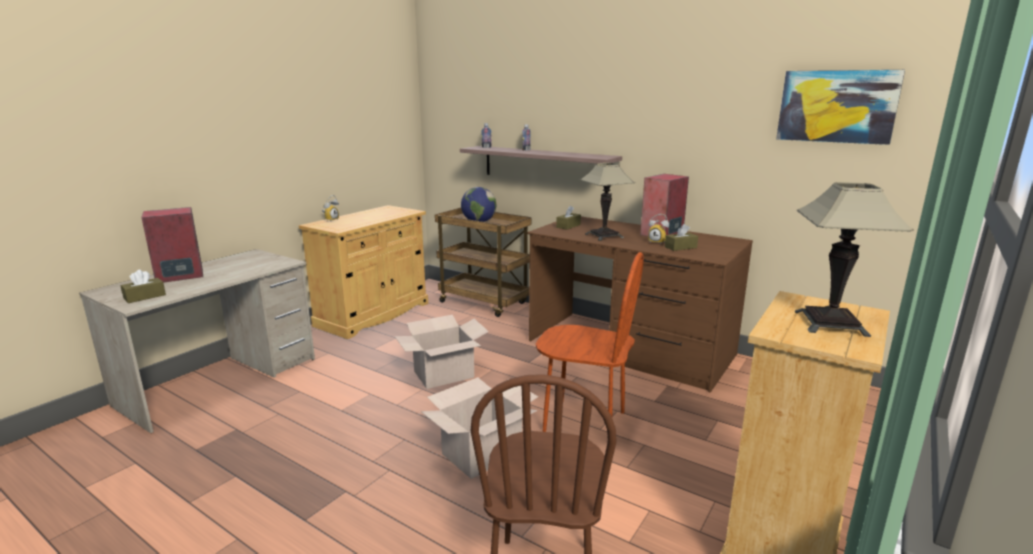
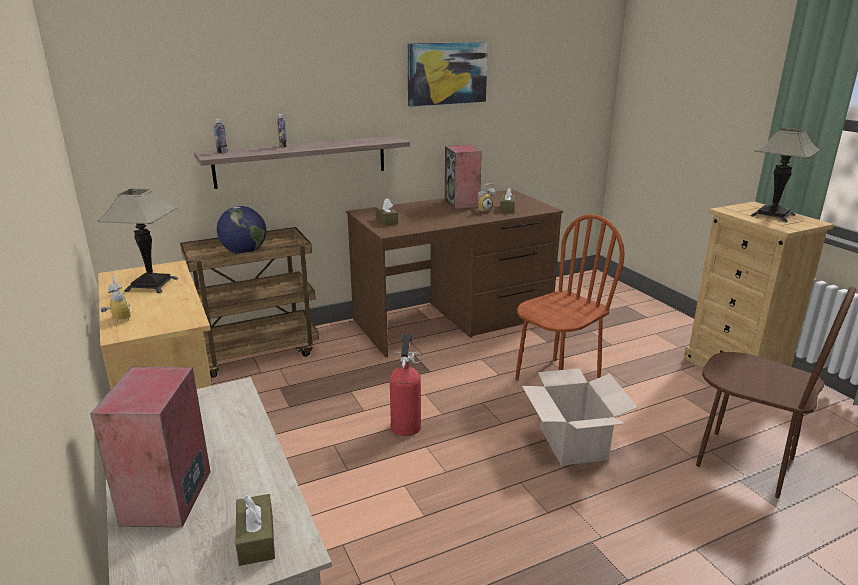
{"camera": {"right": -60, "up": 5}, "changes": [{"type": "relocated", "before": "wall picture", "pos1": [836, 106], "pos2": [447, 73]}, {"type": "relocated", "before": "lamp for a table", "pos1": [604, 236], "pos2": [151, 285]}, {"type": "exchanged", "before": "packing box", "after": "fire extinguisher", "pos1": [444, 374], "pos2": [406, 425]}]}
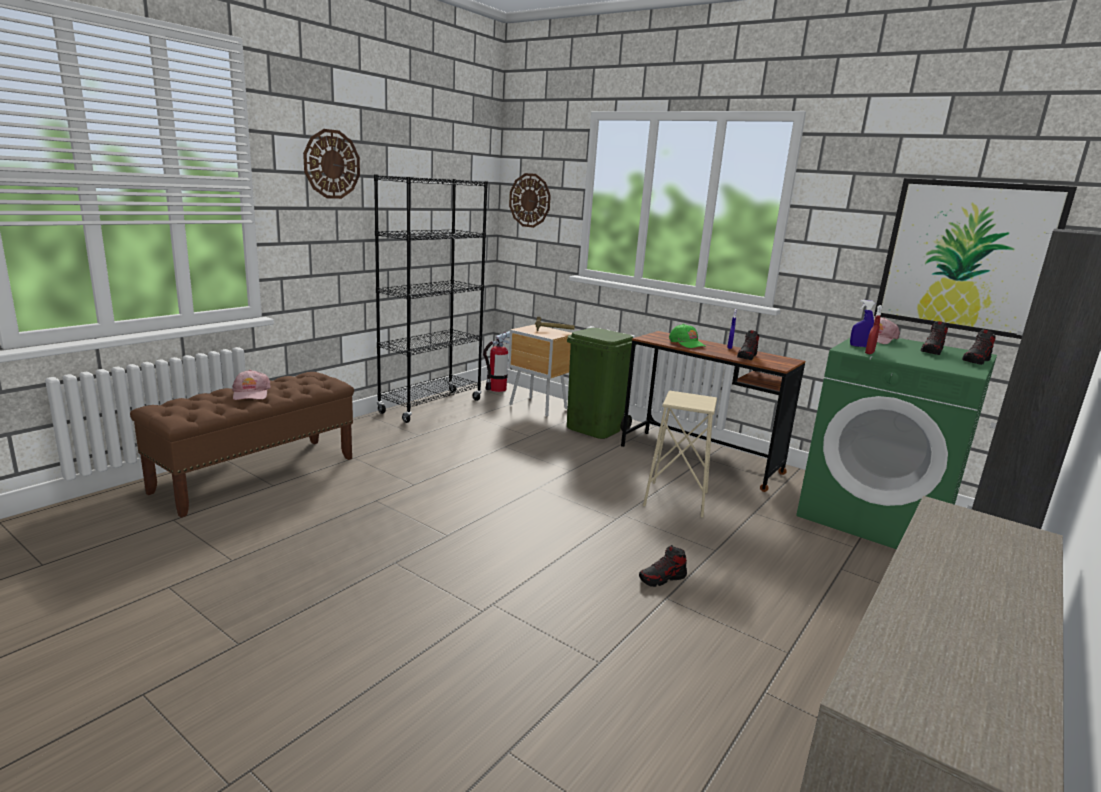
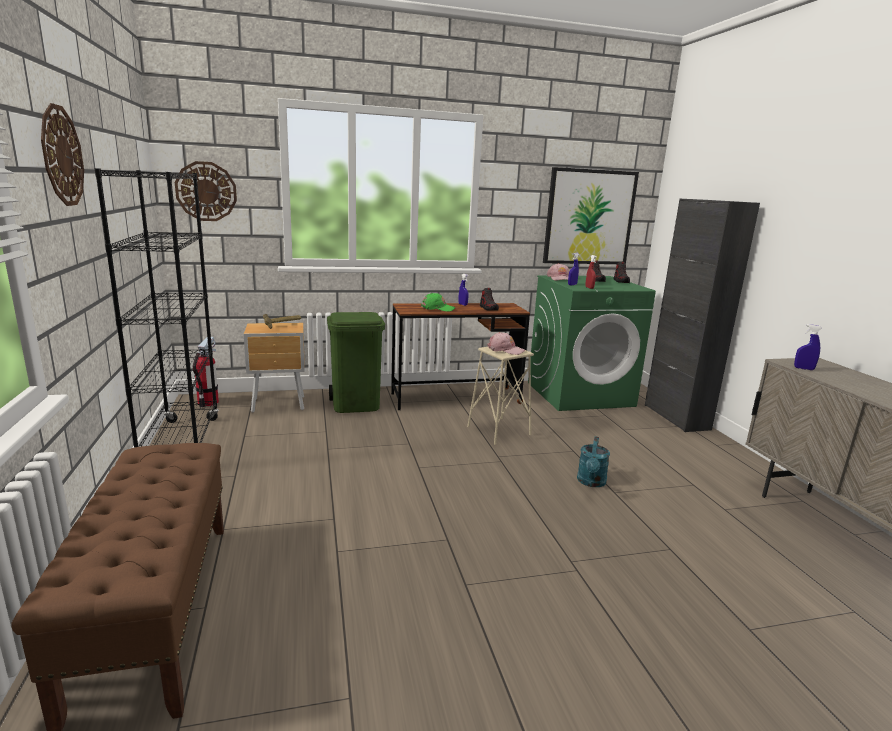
{"camera": {"right": -50, "up": 0}, "changes": [{"type": "relocated", "before": "cap (pink)", "pos1": [251, 393], "pos2": [505, 350]}, {"type": "exchanged", "before": "item of footwear", "after": "watering pot (turquoise-coloured)", "pos1": [662, 578], "pos2": [591, 482]}, {"type": "appeared", "after": "hand sprayer (blue-coloured)", "pos2": [803, 368]}]}
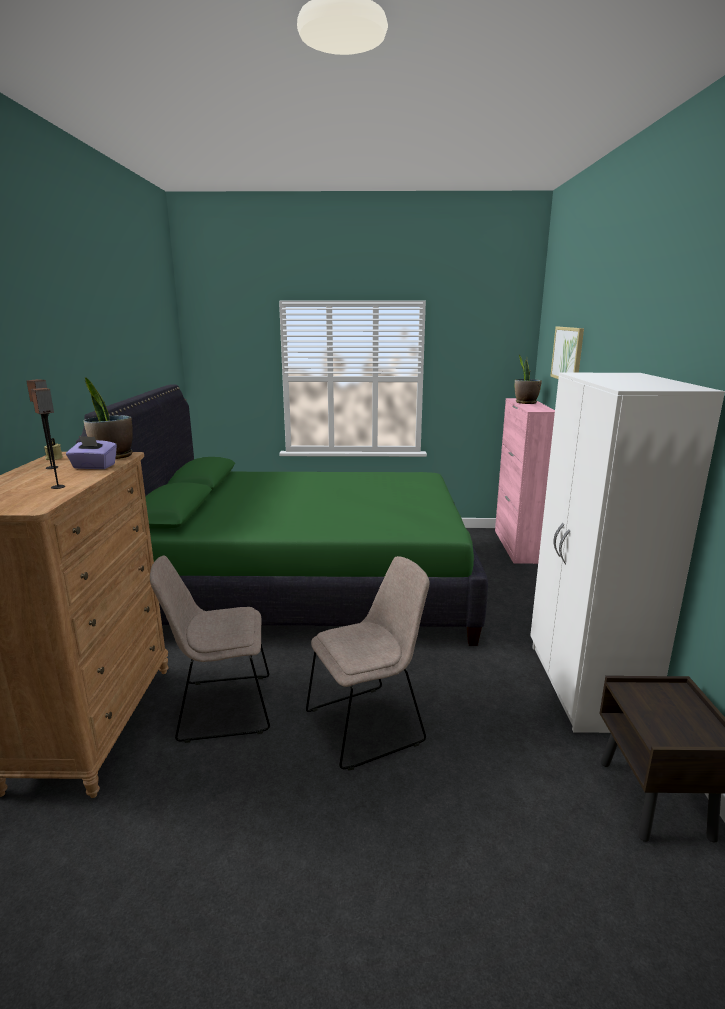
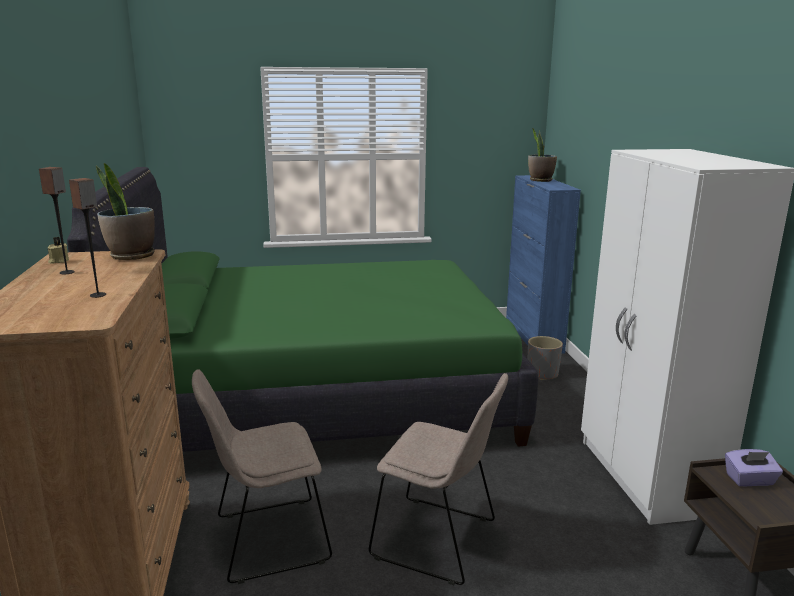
{"camera": {"right": -10, "up": 0}, "changes": [{"type": "missing", "before": "wall picture", "pos1": [568, 354]}, {"type": "colour", "before": "cabinet (pink)", "after": "cabinet (blue-coloured)", "pos1": [516, 546], "pos2": [533, 336]}, {"type": "relocated", "before": "box of tissues (purple-coloured)", "pos1": [94, 467], "pos2": [750, 480]}, {"type": "spun", "before": "chair (beige)", "pos1": [368, 724], "pos2": [438, 540], "turn": 60}, {"type": "appeared", "after": "plant pot (grey)", "pos2": [543, 374]}]}
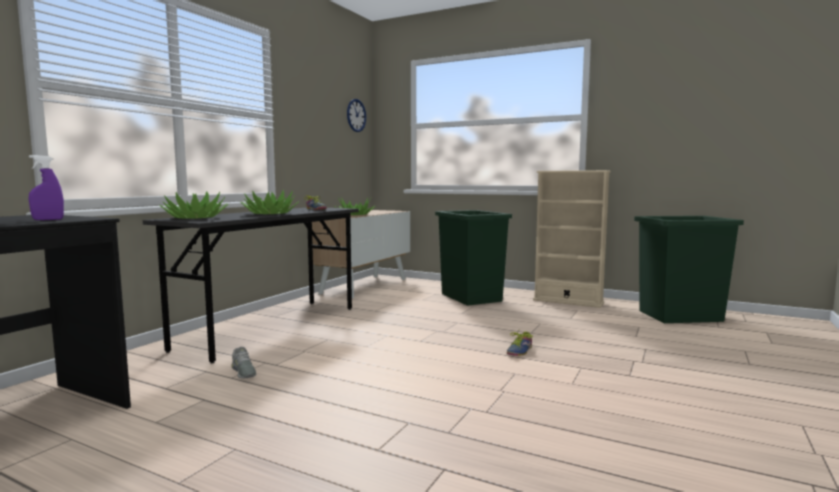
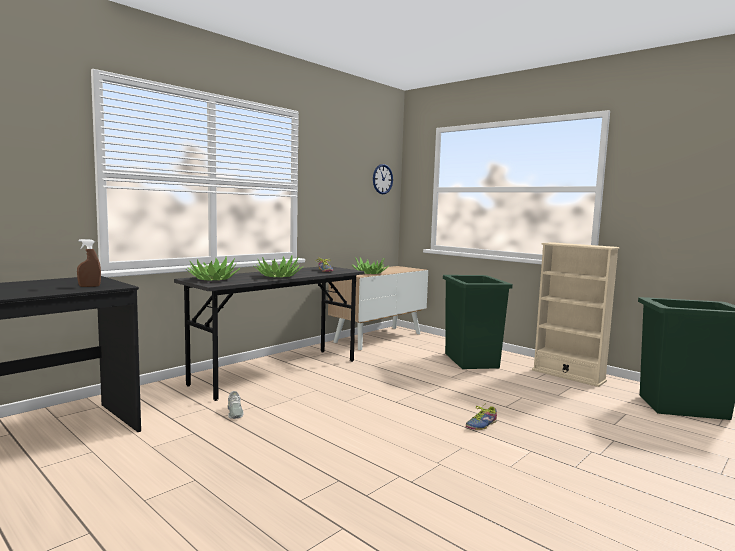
{"camera": {"right": 15, "up": 0}, "changes": [{"type": "colour", "before": "hand sprayer (purple-coloured)", "after": "hand sprayer (brown-coloured)", "pos1": [48, 220], "pos2": [89, 286]}]}
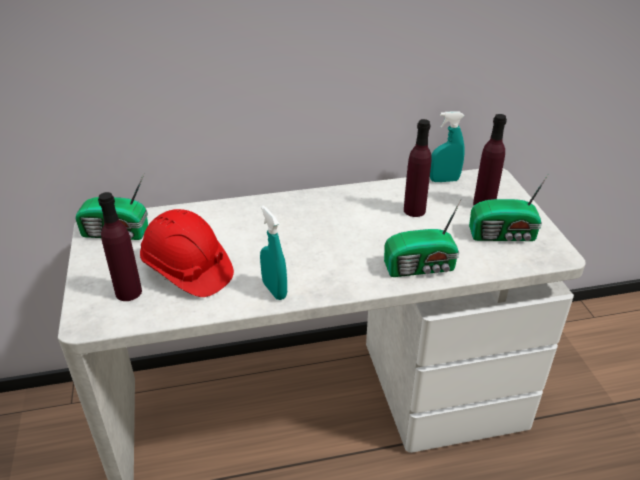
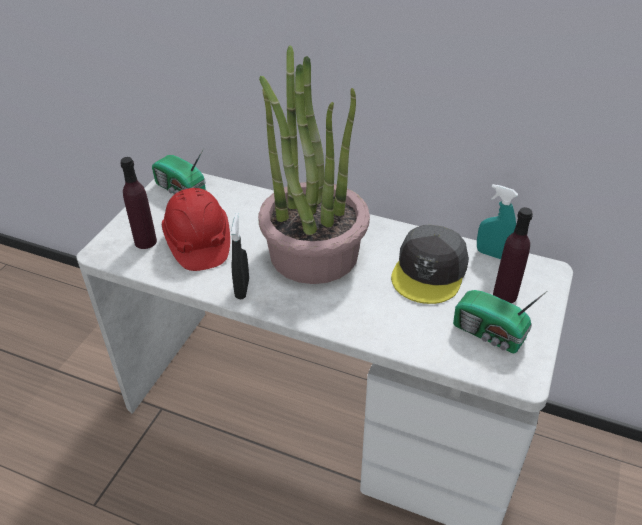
{"camera": {"right": 35, "up": 5}, "changes": [{"type": "exchanged", "before": "drink bottle (purple-coloured)", "after": "cap (grey)", "pos1": [414, 210], "pos2": [430, 271]}, {"type": "missing", "before": "radio", "pos1": [421, 267]}, {"type": "colour", "before": "hand sprayer (turquoise-coloured)", "after": "hand sprayer (blackish)", "pos1": [274, 290], "pos2": [242, 289]}, {"type": "appeared", "after": "houseplant", "pos2": [313, 252]}]}
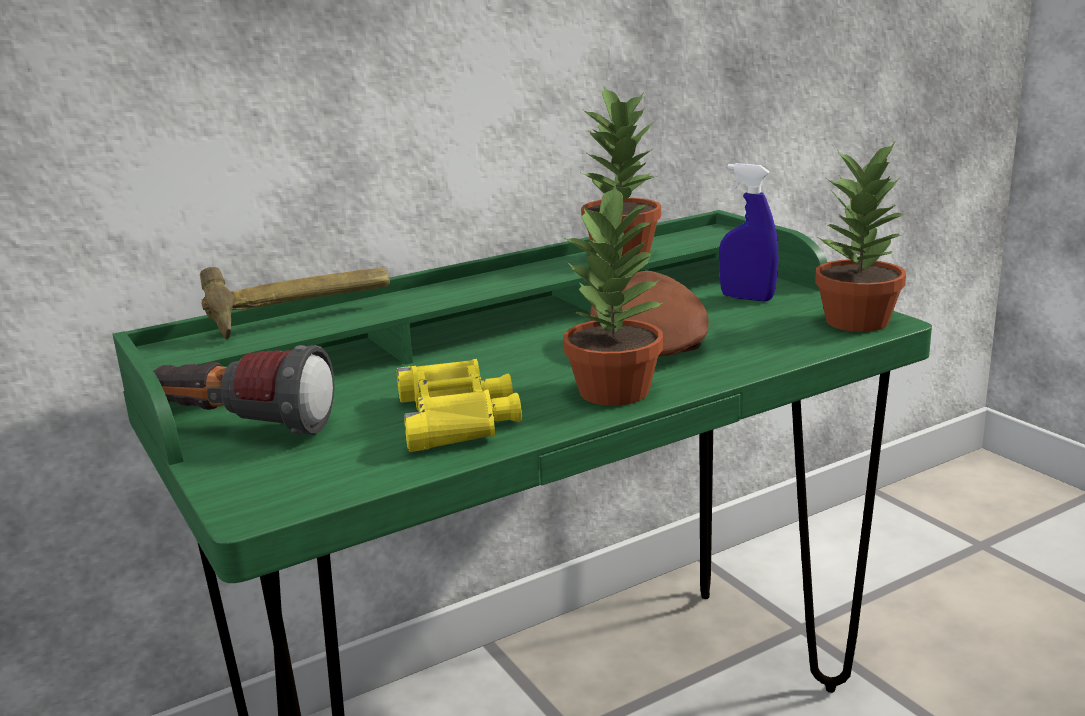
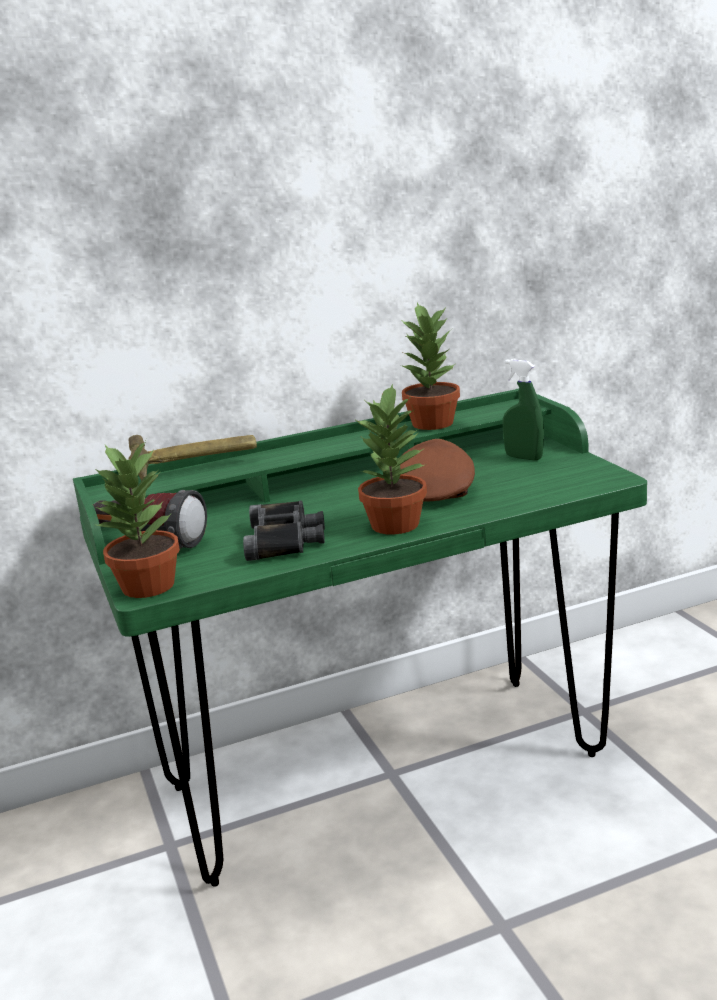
{"camera": {"right": 10, "up": 0}, "changes": [{"type": "relocated", "before": "houseplant", "pos1": [858, 322], "pos2": [148, 586]}, {"type": "colour", "before": "hand sprayer (blue-coloured)", "after": "hand sprayer (green)", "pos1": [747, 298], "pos2": [523, 457]}, {"type": "colour", "before": "binoculars (yellow)", "after": "binoculars (blackish)", "pos1": [457, 418], "pos2": [285, 540]}]}
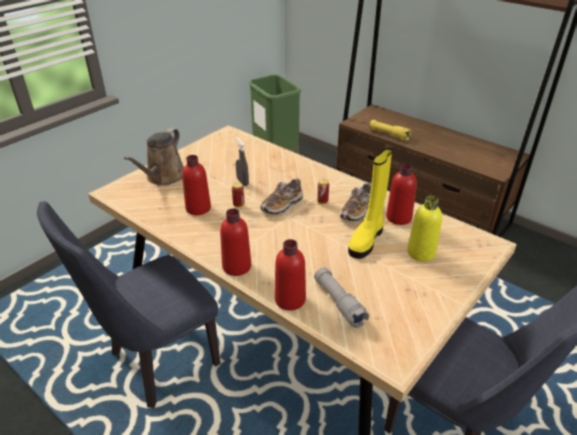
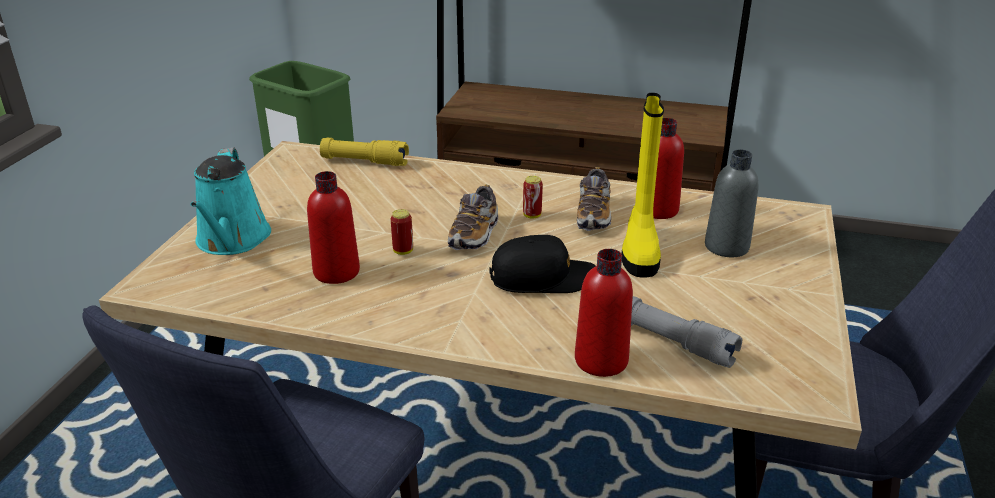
{"camera": {"right": -25, "up": -5}, "changes": [{"type": "relocated", "before": "flashlight (yellow)", "pos1": [389, 134], "pos2": [365, 162]}, {"type": "colour", "before": "watering pot (brown-coloured)", "after": "watering pot (turquoise-coloured)", "pos1": [164, 177], "pos2": [232, 240]}, {"type": "missing", "before": "hand sprayer (grey)", "pos1": [242, 182]}, {"type": "colour", "before": "drink bottle (yellow)", "after": "drink bottle (grey)", "pos1": [421, 253], "pos2": [726, 246]}, {"type": "missing", "before": "drink bottle (reddish)", "pos1": [236, 266]}, {"type": "appeared", "after": "cap (blackish)", "pos2": [542, 278]}]}
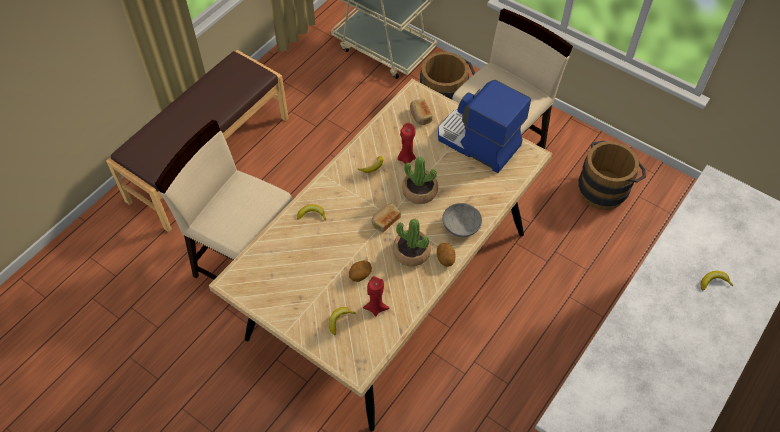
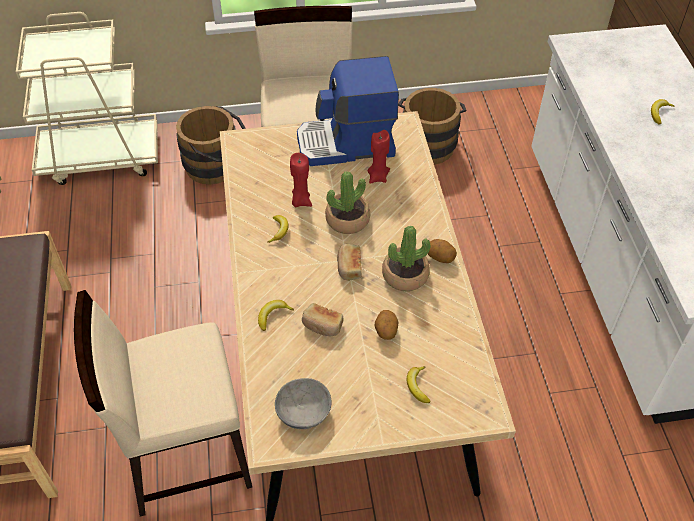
{"camera": {"right": -45, "up": -5}, "changes": [{"type": "relocated", "before": "bakery bread", "pos1": [420, 116], "pos2": [322, 326]}, {"type": "relocated", "before": "bowl (grey)", "pos1": [460, 226], "pos2": [303, 412]}, {"type": "relocated", "before": "wax light (reddish)", "pos1": [376, 307], "pos2": [378, 177]}]}
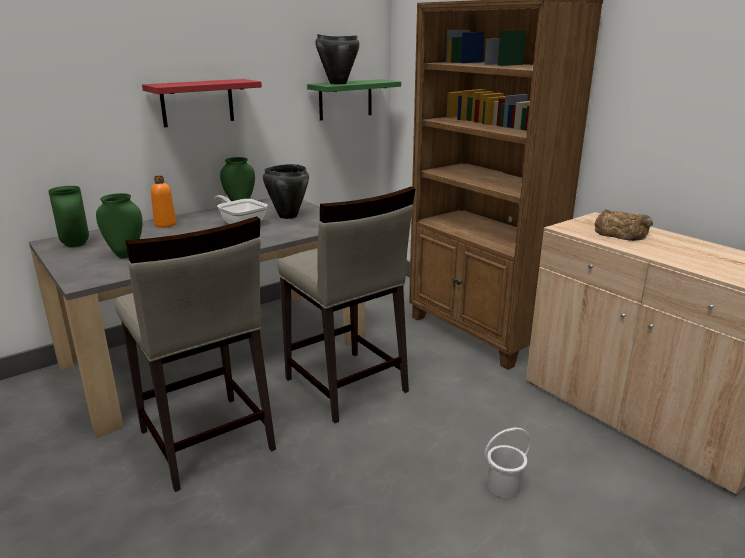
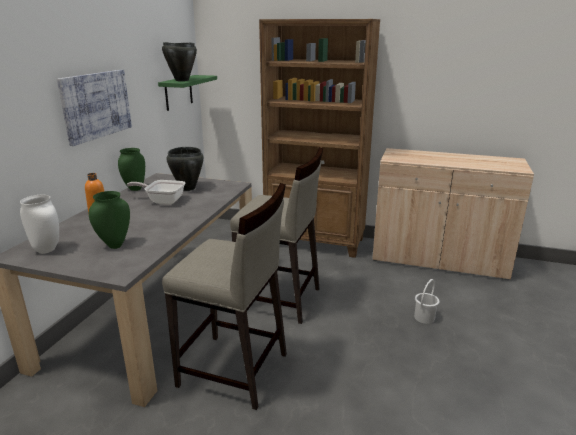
{"camera": {"right": -35, "up": 0}, "changes": [{"type": "exchanged", "before": "wall shelf (reddish)", "after": "wall picture", "pos1": [197, 102], "pos2": [96, 105]}, {"type": "colour", "before": "vase (green)", "after": "vase (white)", "pos1": [74, 245], "pos2": [46, 250]}, {"type": "missing", "before": "bakery bread", "pos1": [621, 232]}]}
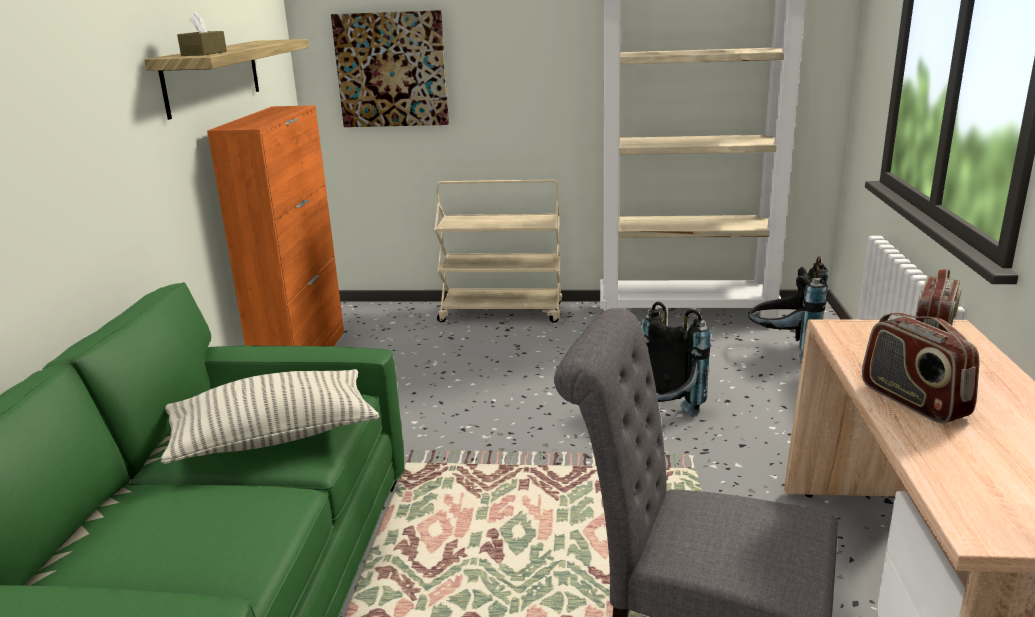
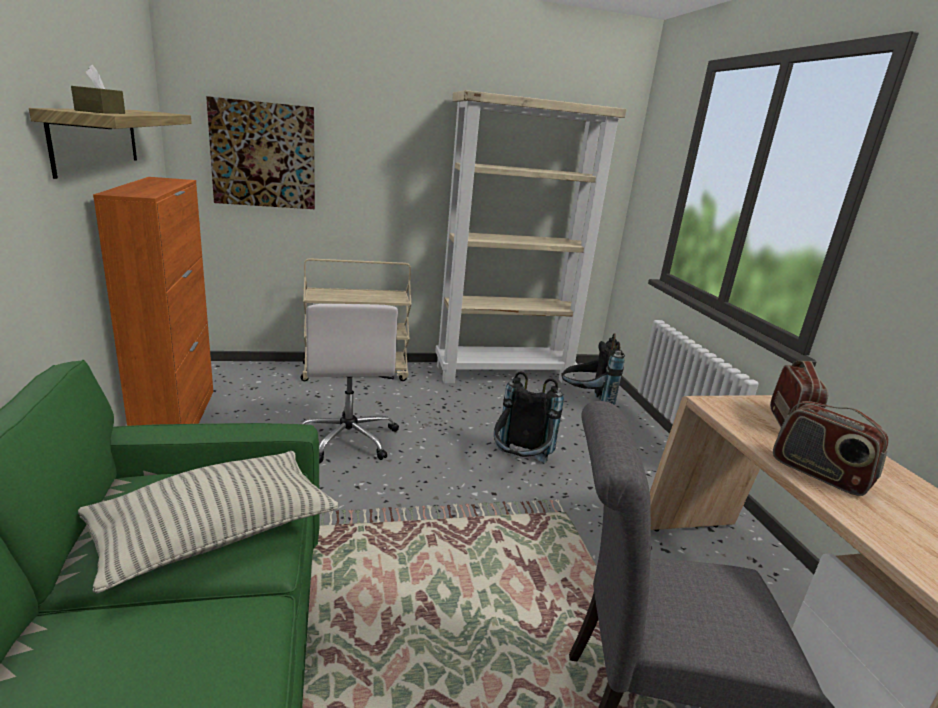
{"camera": {"right": -20, "up": 0}, "changes": [{"type": "appeared", "after": "desk chair (white)", "pos2": [348, 439]}]}
